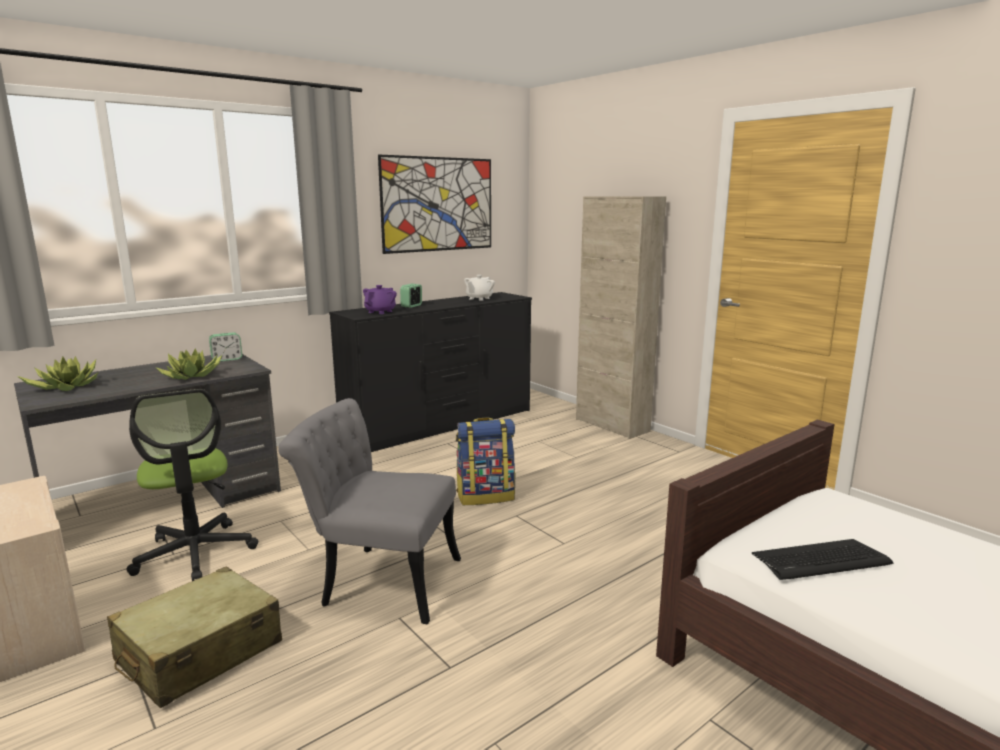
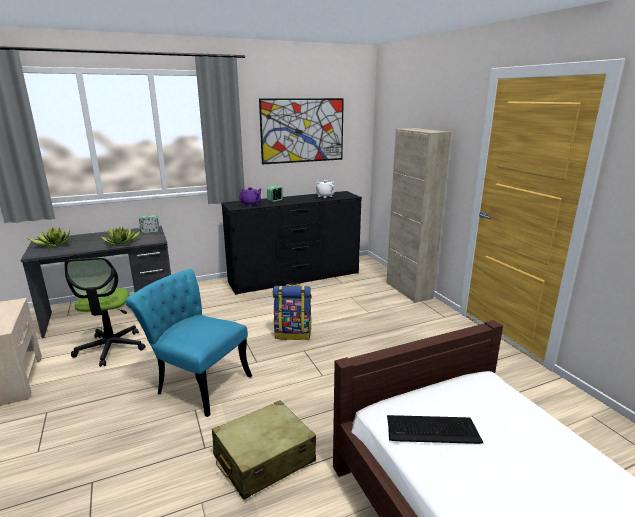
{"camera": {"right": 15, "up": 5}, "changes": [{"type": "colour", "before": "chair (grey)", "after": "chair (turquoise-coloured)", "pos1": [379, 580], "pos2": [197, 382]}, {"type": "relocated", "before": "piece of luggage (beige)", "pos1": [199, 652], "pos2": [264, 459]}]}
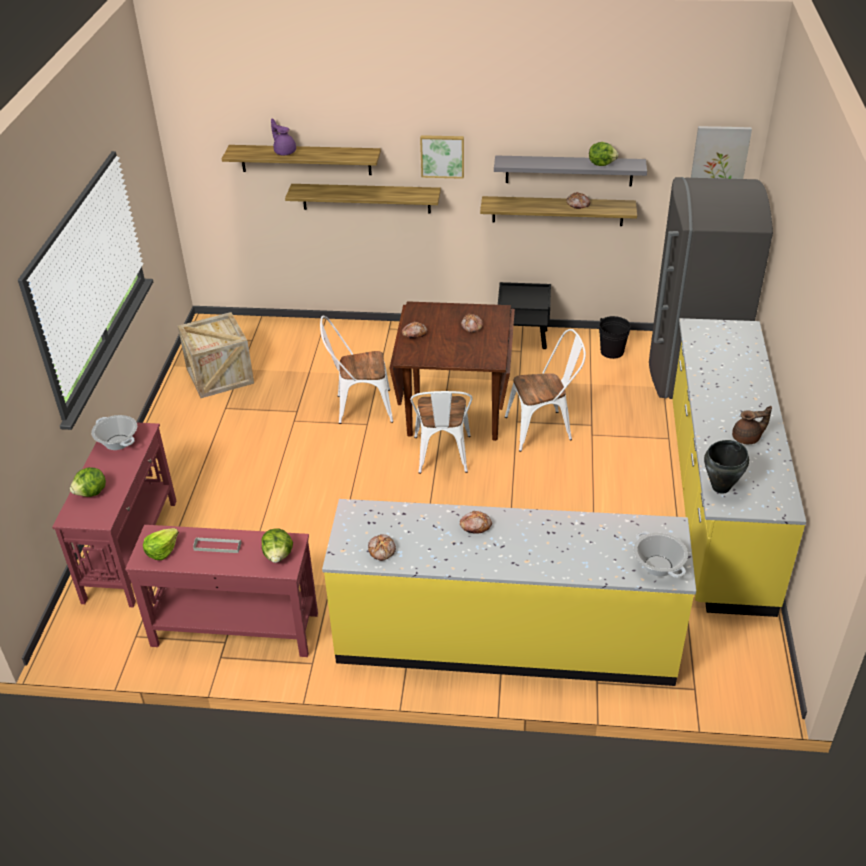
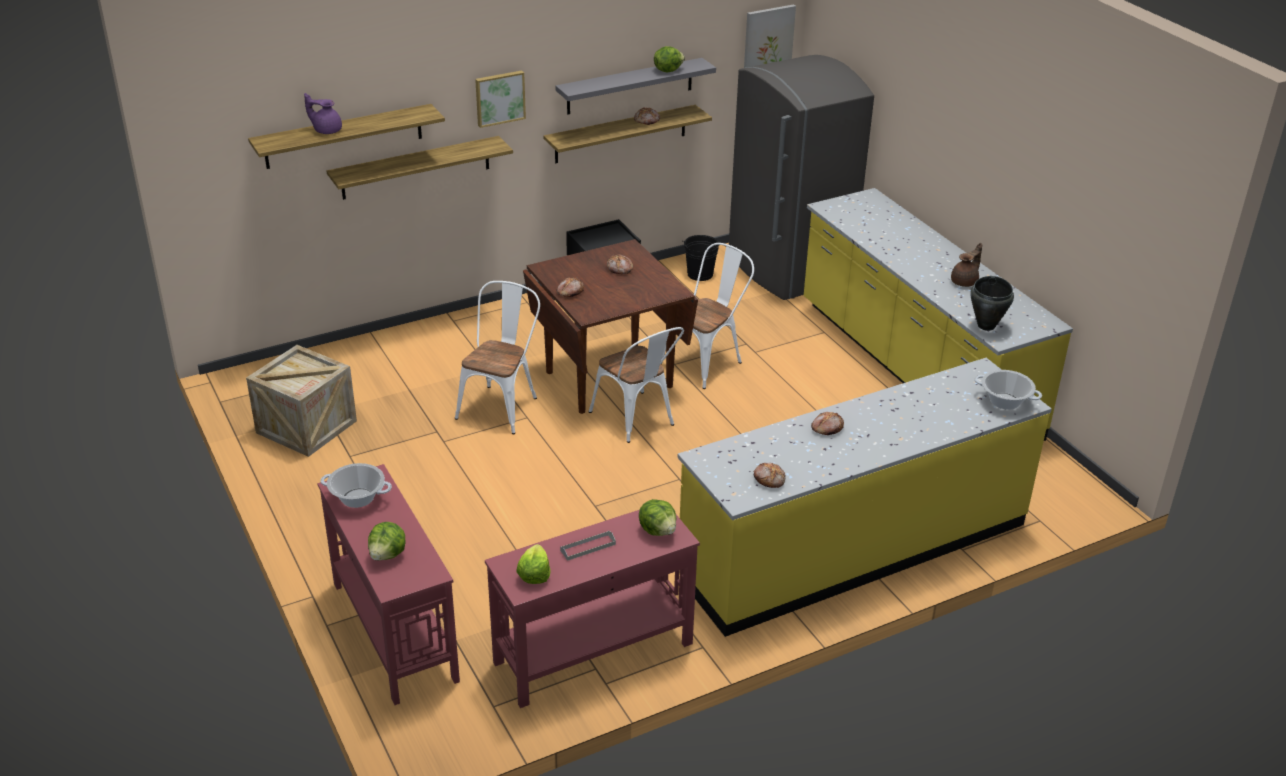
{"camera": {"right": -35, "up": -5}, "changes": [{"type": "spun", "before": "chair (white)", "pos1": [359, 407], "pos2": [501, 405], "turn": 150}]}
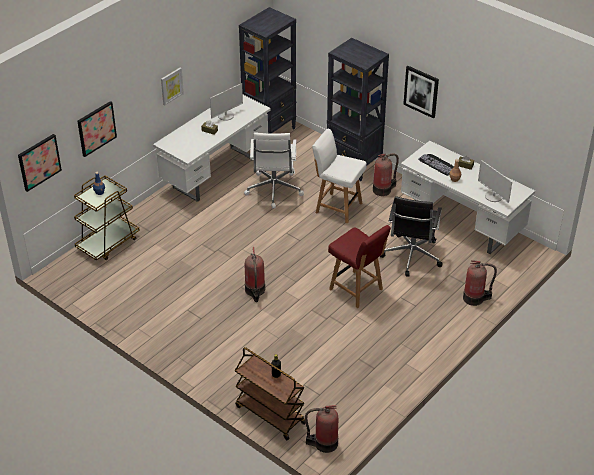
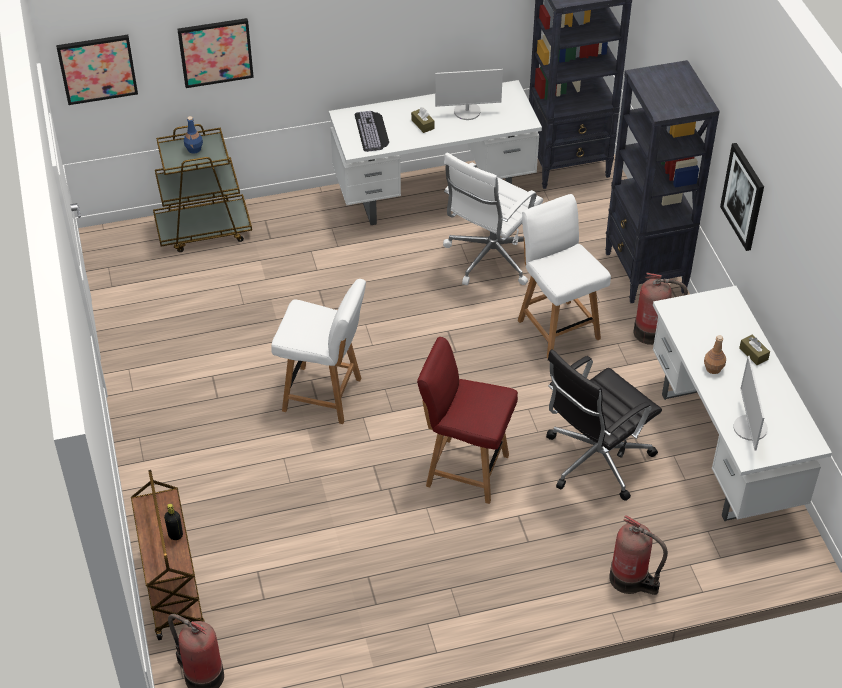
{"camera": {"right": 35, "up": 5}, "changes": [{"type": "missing", "before": "wall picture", "pos1": [171, 86]}, {"type": "relocated", "before": "computer keyboard", "pos1": [438, 164], "pos2": [372, 131]}, {"type": "spun", "before": "chair (reddish)", "pos1": [357, 290], "pos2": [465, 469], "turn": 120}, {"type": "exchanged", "before": "fire extinguisher", "after": "chair (white)", "pos1": [255, 291], "pos2": [324, 395]}]}
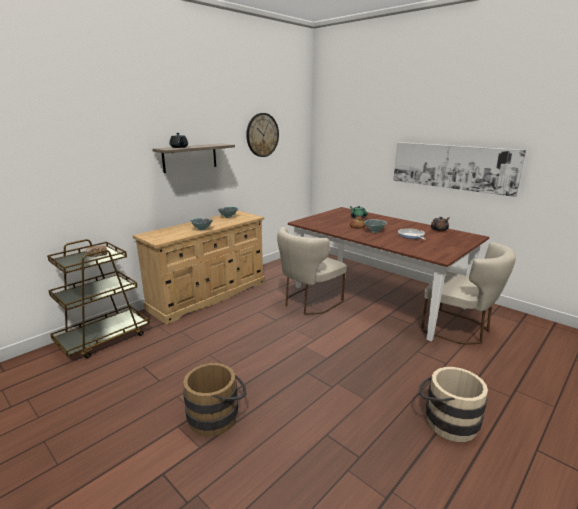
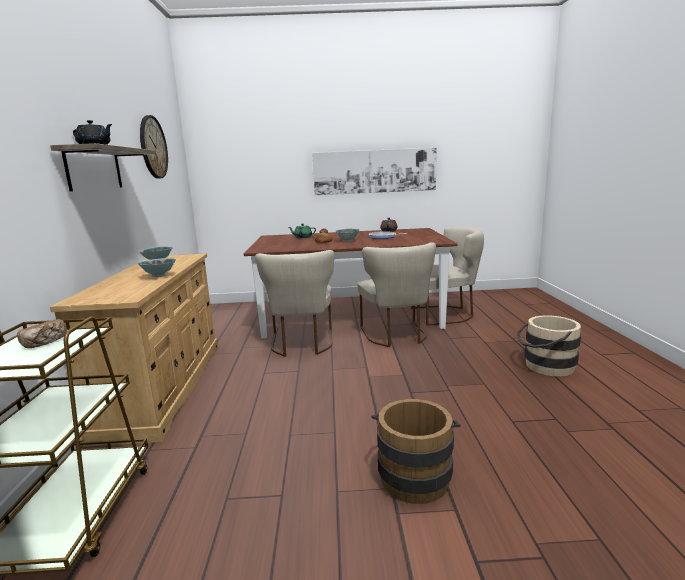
{"camera": {"right": -45, "up": -5}, "changes": [{"type": "appeared", "after": "chair (beige)", "pos2": [396, 336]}]}
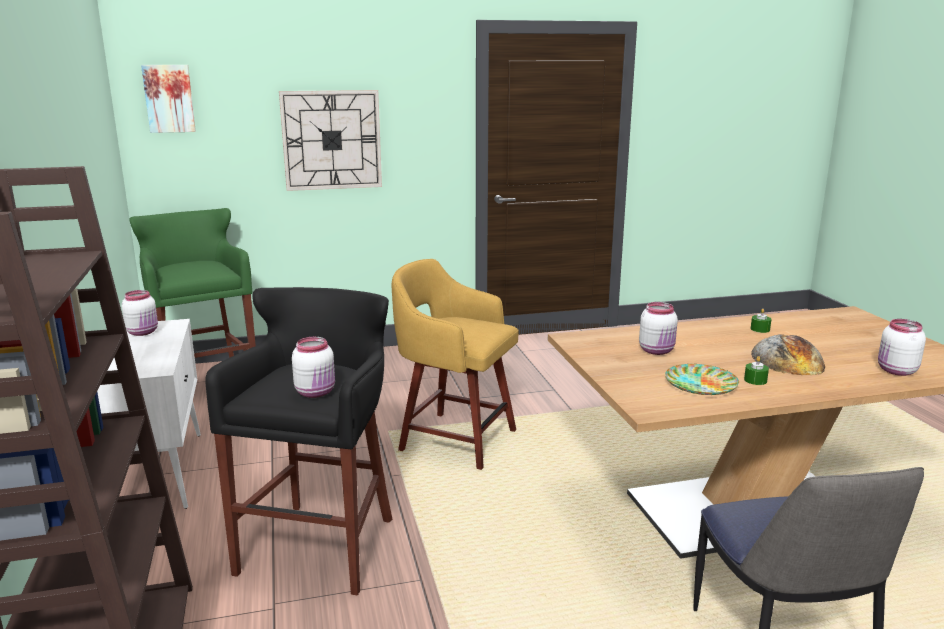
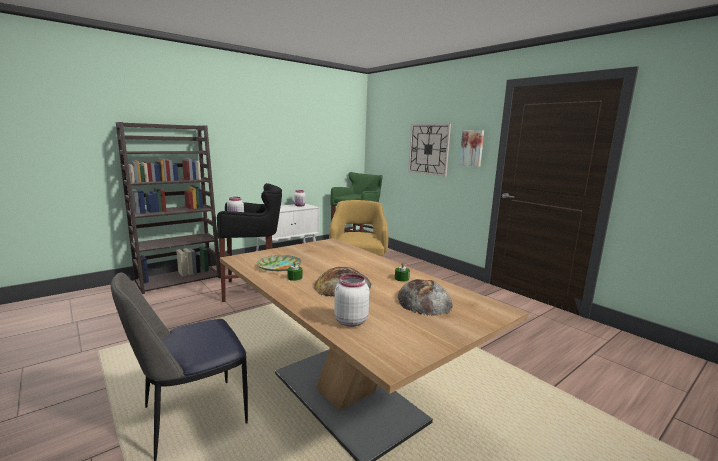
{"camera": {"right": 65, "up": -5}, "changes": [{"type": "relocated", "before": "wall picture", "pos1": [169, 98], "pos2": [472, 148]}, {"type": "missing", "before": "jar (white)", "pos1": [657, 351]}, {"type": "appeared", "after": "bakery bread", "pos2": [424, 300]}]}
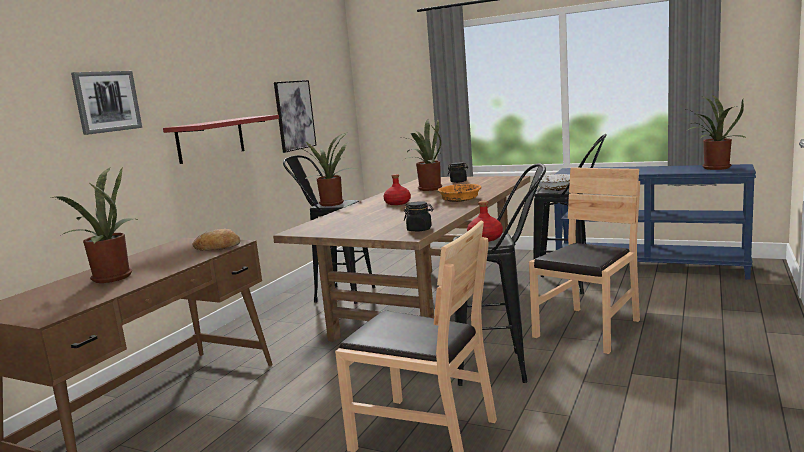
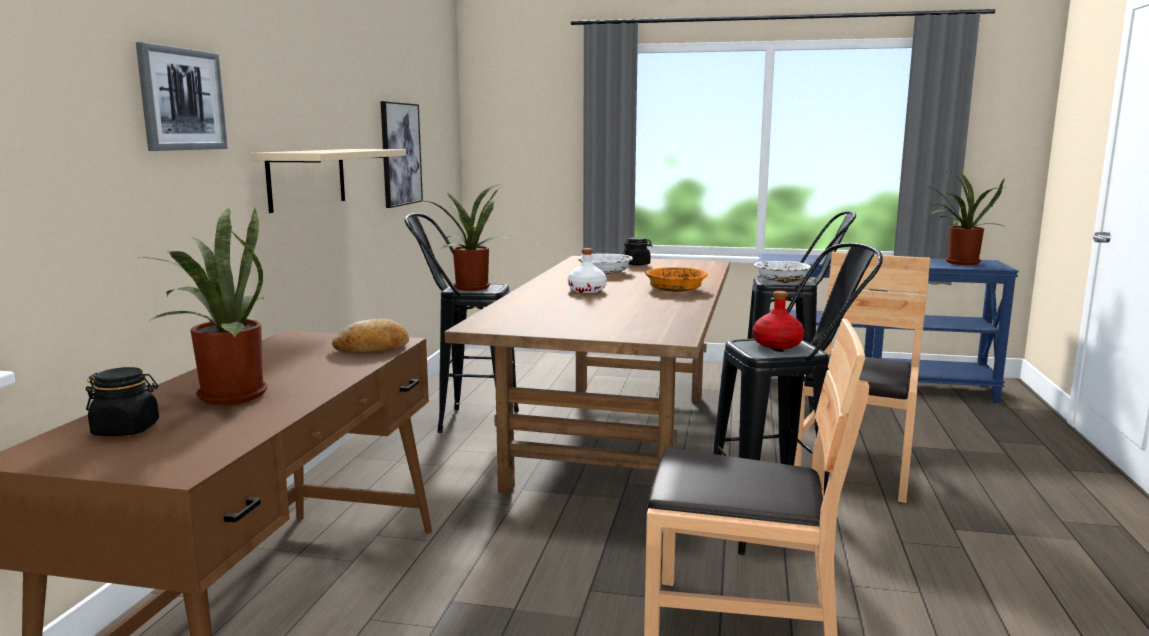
{"camera": {"right": -15, "up": 0}, "changes": [{"type": "colour", "before": "wall shelf (reddish)", "after": "wall shelf (beige)", "pos1": [211, 139], "pos2": [307, 178]}, {"type": "exchanged", "before": "houseplant", "after": "bowl (white)", "pos1": [427, 189], "pos2": [604, 272]}, {"type": "colour", "before": "drink bottle (reddish)", "after": "drink bottle (white)", "pos1": [397, 203], "pos2": [587, 290]}, {"type": "relocated", "before": "jar (blackish)", "pos1": [419, 229], "pos2": [126, 429]}]}
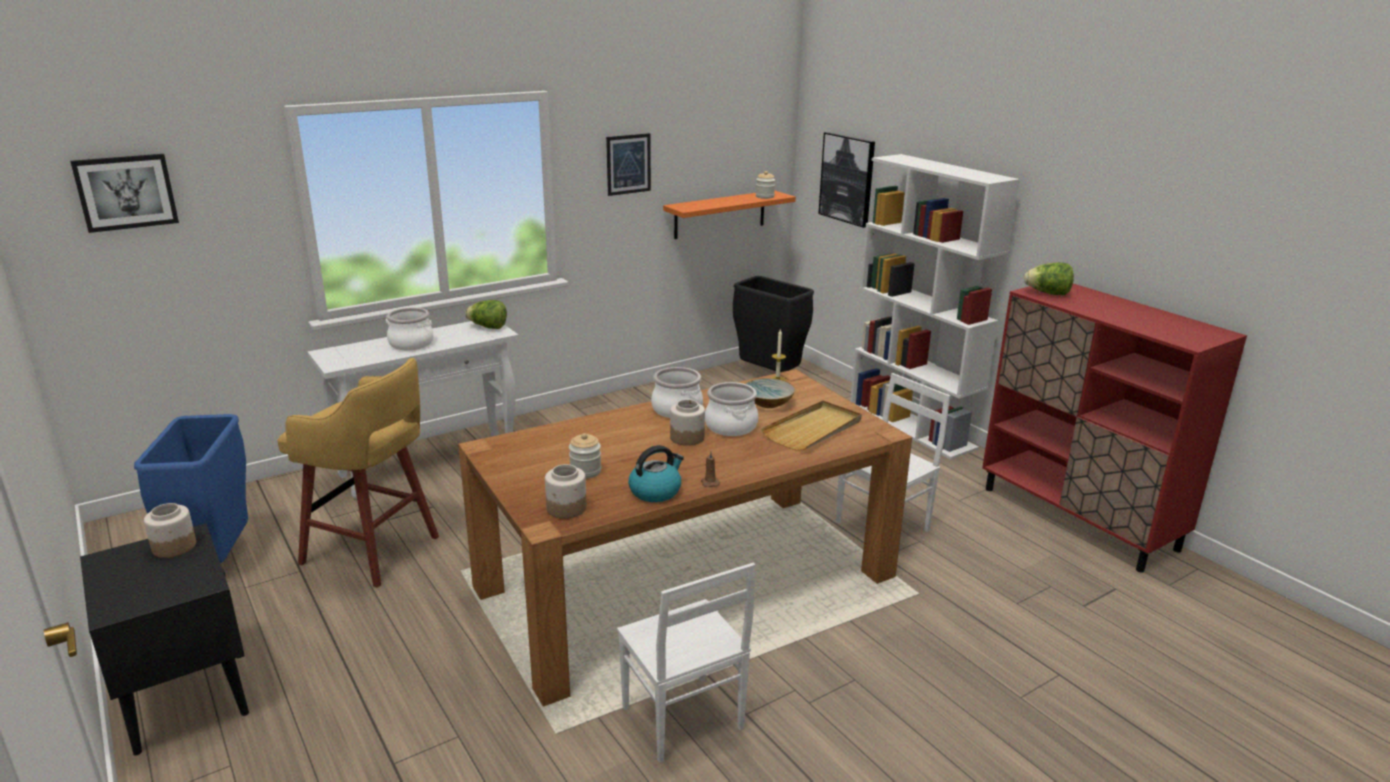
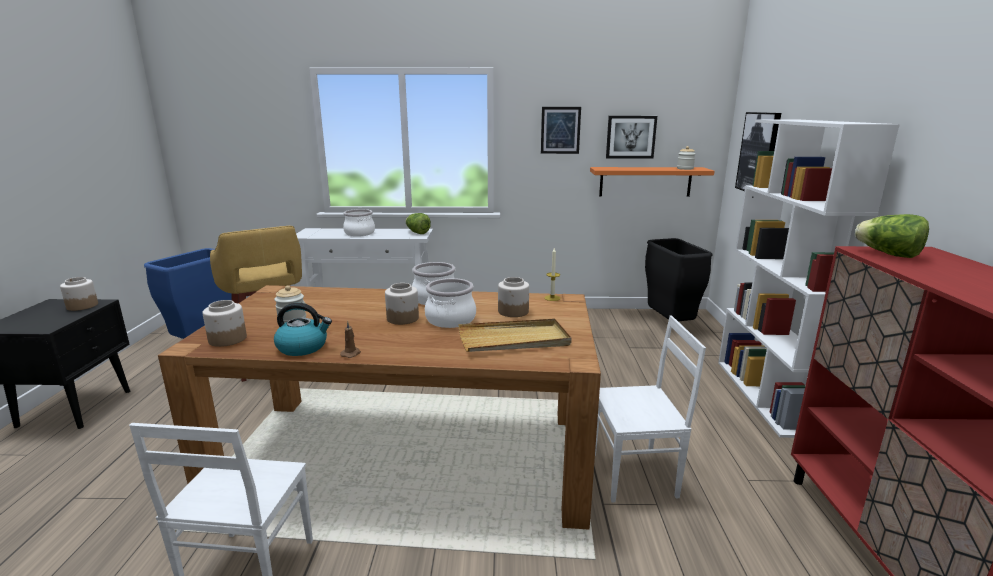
{"camera": {"right": 35, "up": -5}, "changes": [{"type": "relocated", "before": "wall picture", "pos1": [126, 192], "pos2": [630, 137]}, {"type": "exchanged", "before": "bowl", "after": "jar", "pos1": [768, 403], "pos2": [513, 311]}]}
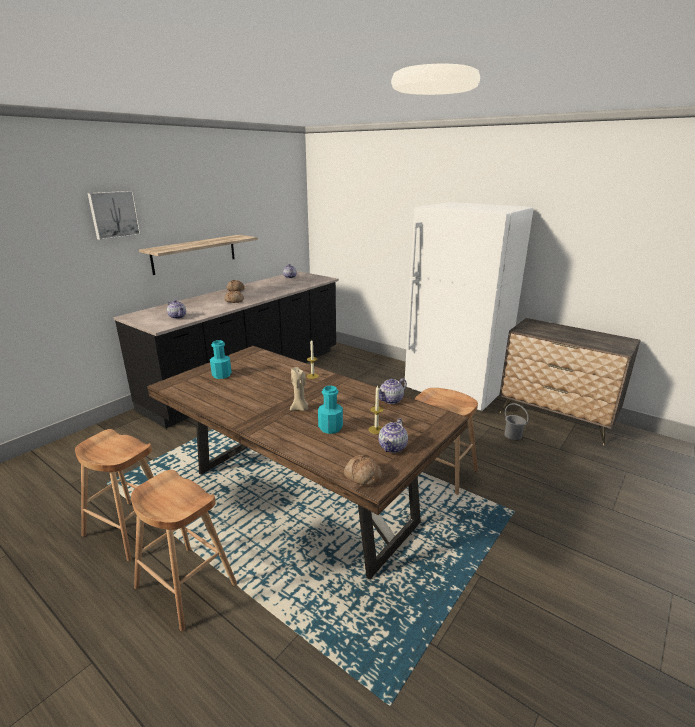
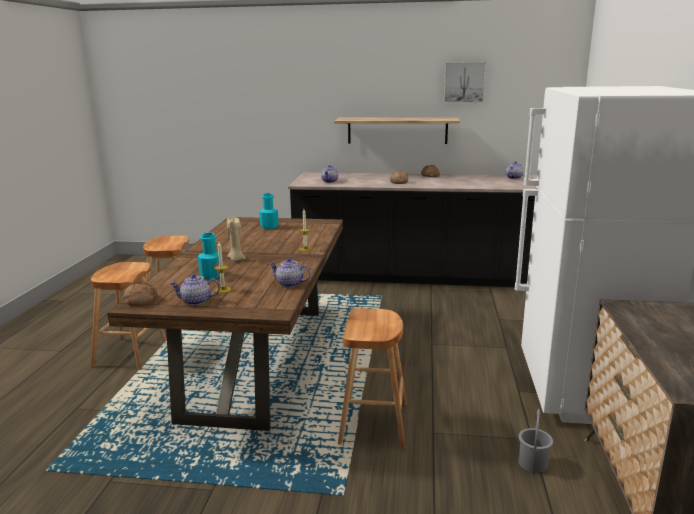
{"camera": {"right": 60, "up": -5}, "changes": [{"type": "relocated", "before": "wall picture", "pos1": [114, 214], "pos2": [464, 82]}]}
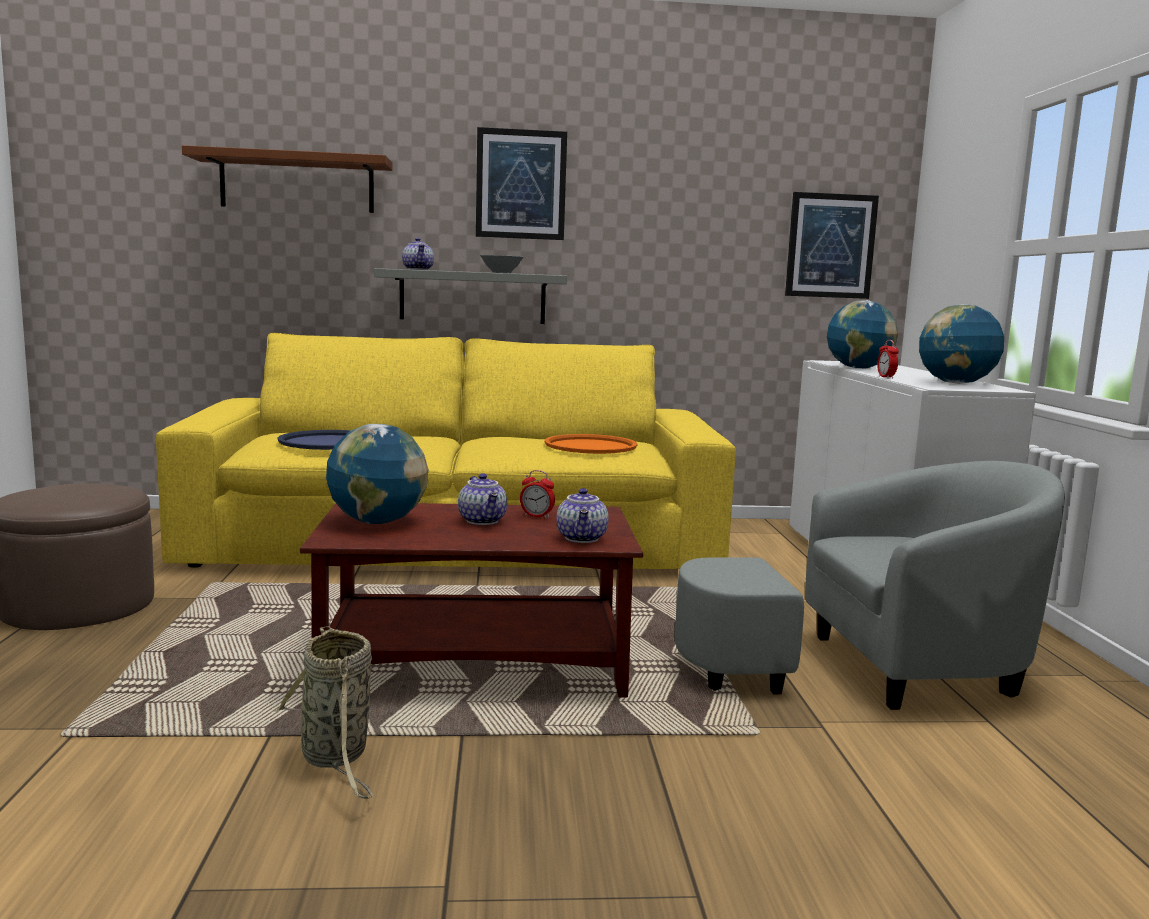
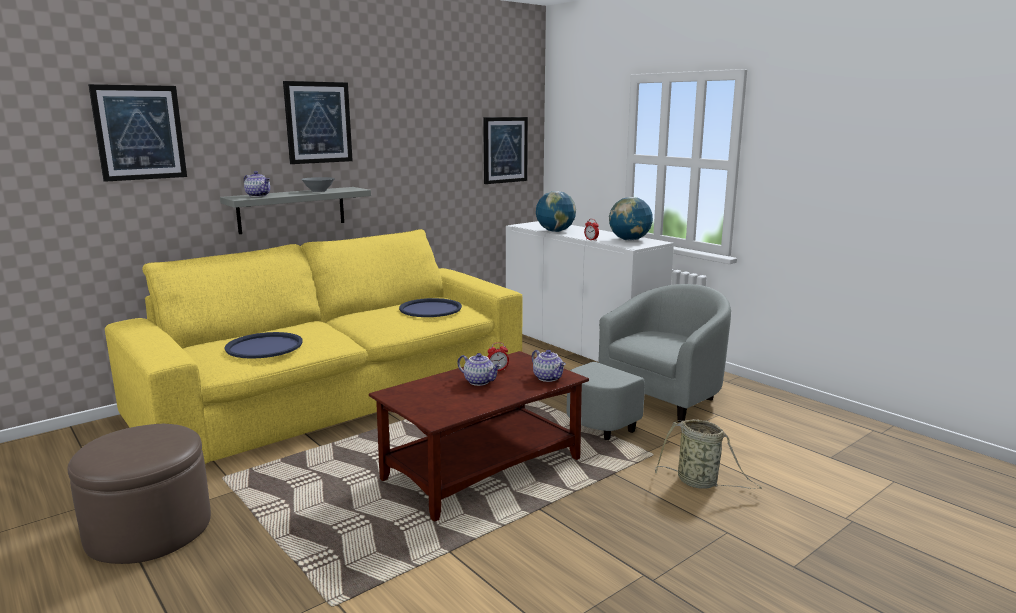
{"camera": {"right": -35, "up": 5}, "changes": [{"type": "exchanged", "before": "wall shelf (brown-coloured)", "after": "wall picture", "pos1": [297, 183], "pos2": [139, 132]}, {"type": "missing", "before": "world globe", "pos1": [377, 522]}, {"type": "colour", "before": "tray (orange-coloured)", "after": "tray (blue-coloured)", "pos1": [590, 446], "pos2": [430, 309]}, {"type": "relocated", "before": "storage basket", "pos1": [336, 757], "pos2": [700, 483]}]}
